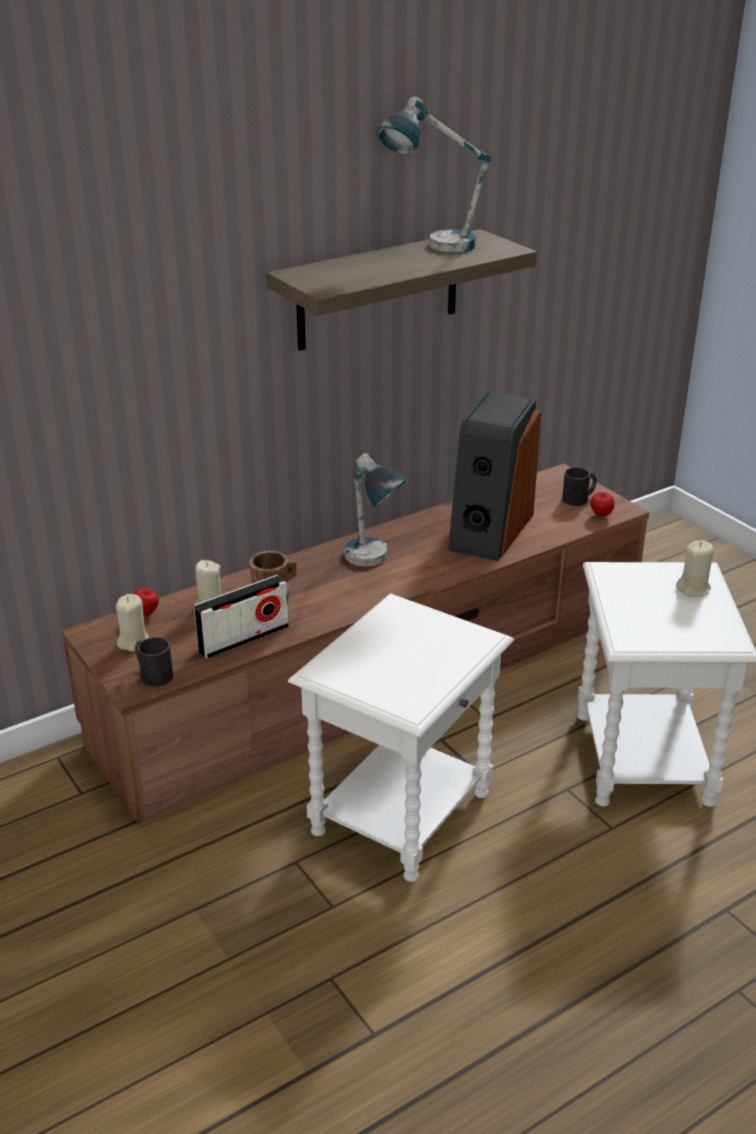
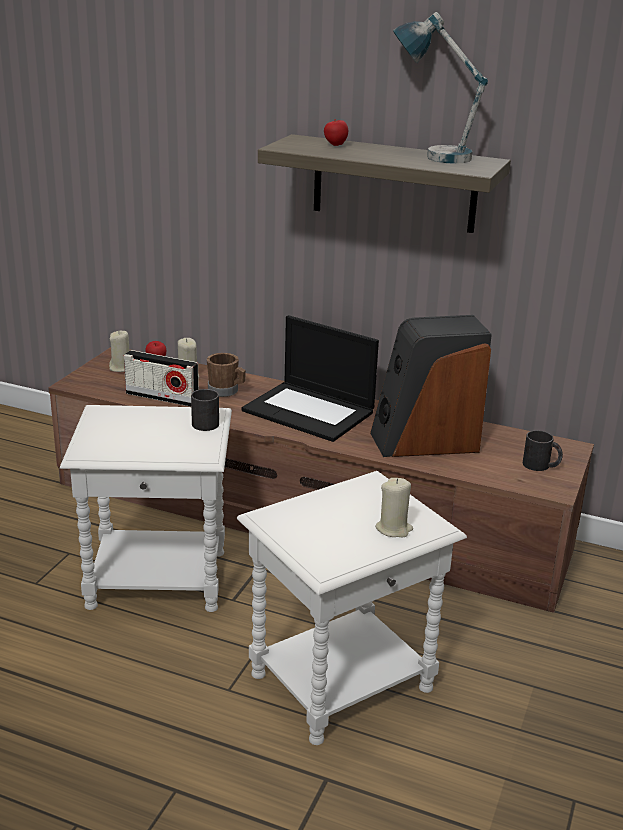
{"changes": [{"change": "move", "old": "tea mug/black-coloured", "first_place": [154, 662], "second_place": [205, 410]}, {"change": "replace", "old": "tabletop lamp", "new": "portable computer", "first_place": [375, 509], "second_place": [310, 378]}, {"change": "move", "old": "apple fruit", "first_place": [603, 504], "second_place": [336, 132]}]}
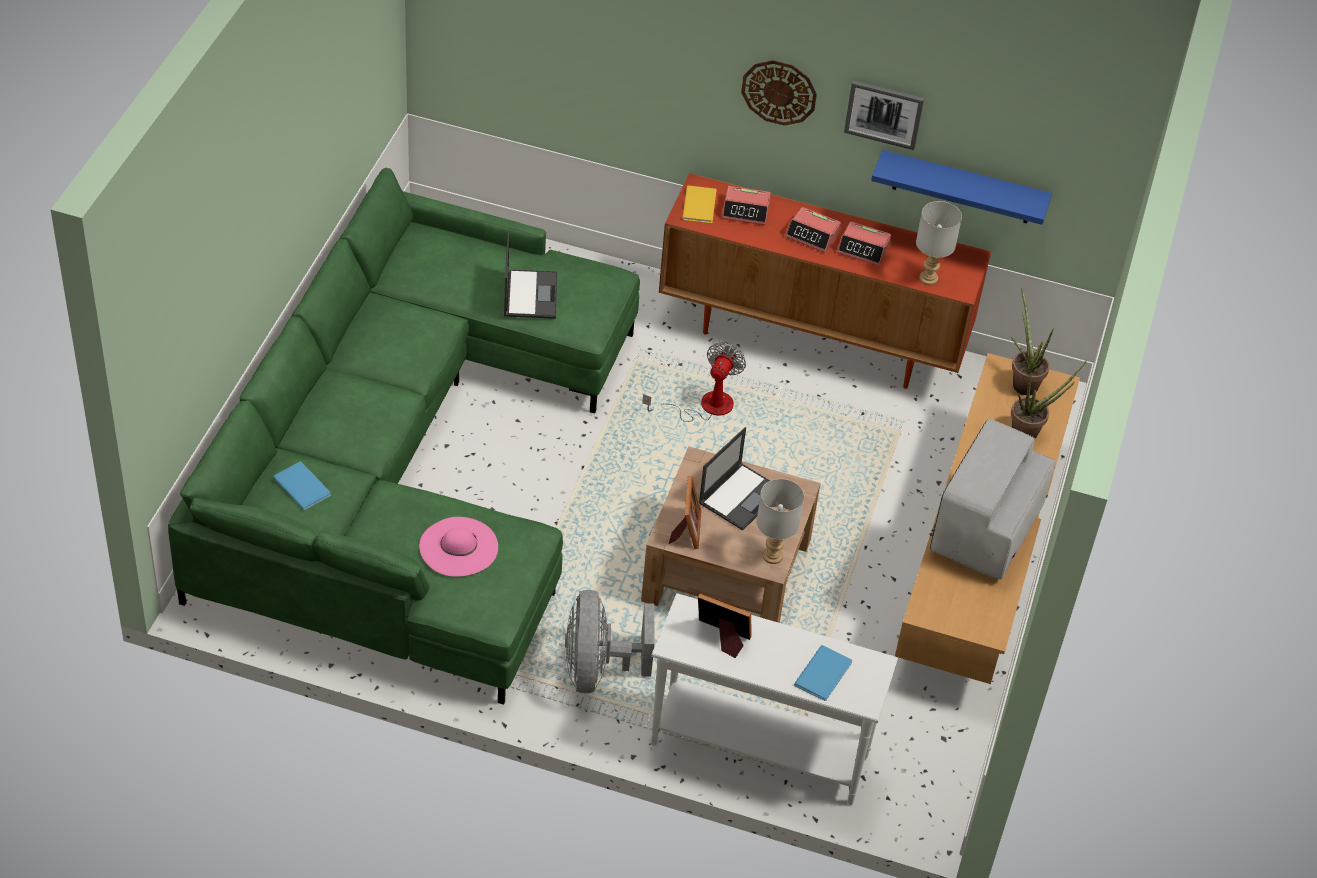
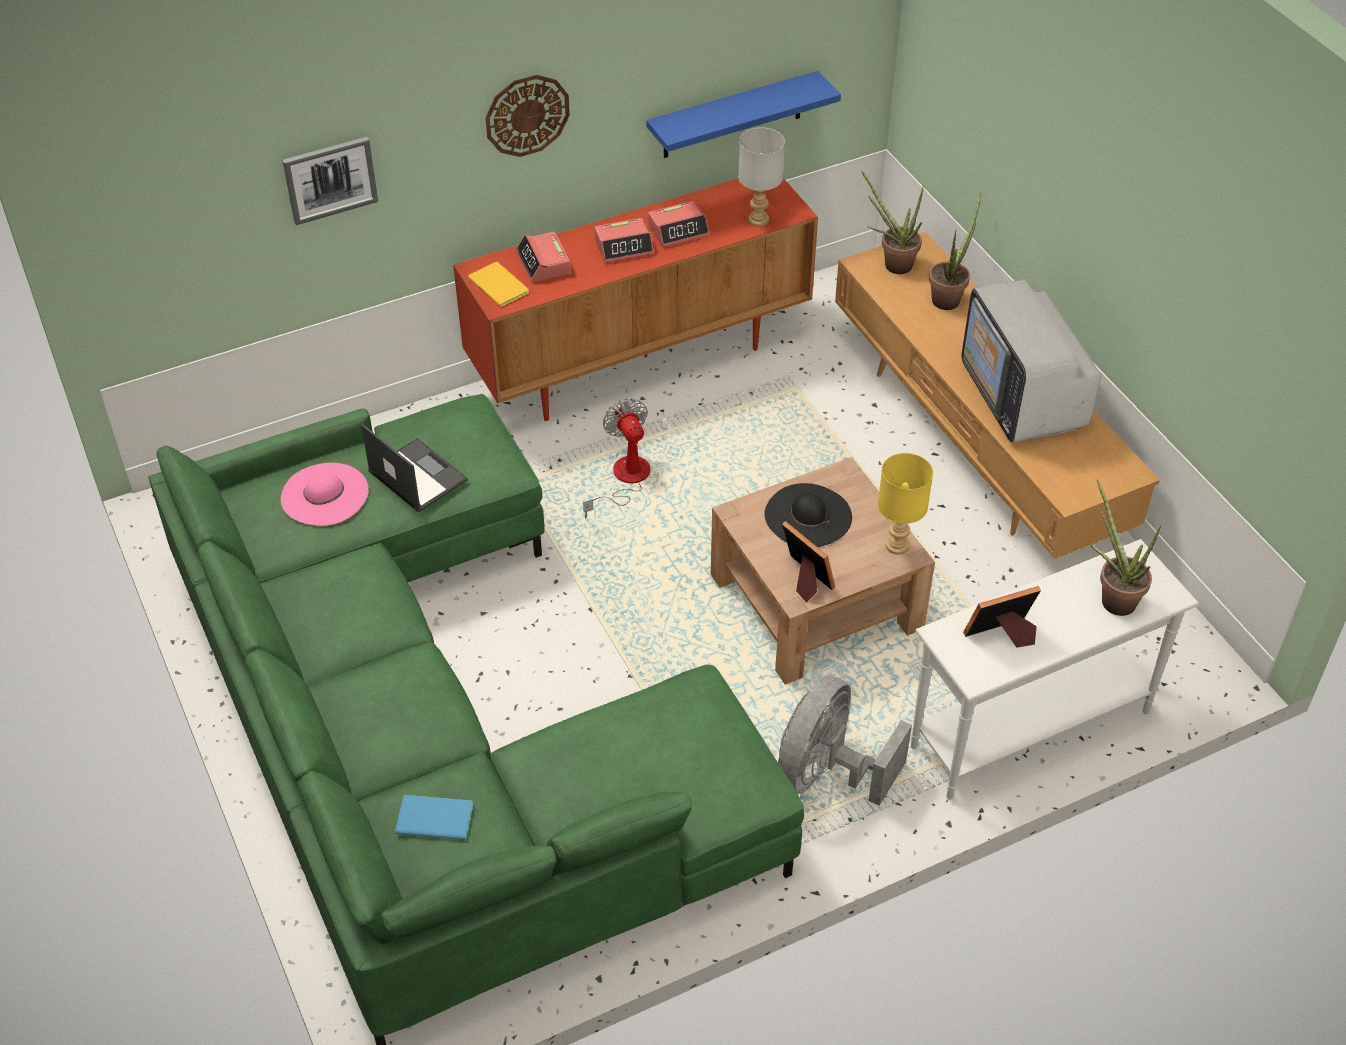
{"changes": [{"change": "move", "old": "wearable hat/pink", "first_place": [458, 547], "second_place": [325, 494]}, {"change": "rotate", "old": "electric fan/gray", "first_place": [609, 642], "second_place": [845, 741], "degrees": 75}, {"change": "replace", "old": "portable computer", "new": "wearable hat/black-coloured", "first_place": [734, 478], "second_place": [808, 515]}, {"change": "rotate", "old": "alarm clock", "first_place": [746, 205], "second_place": [543, 257], "degrees": 105}, {"change": "recolor", "old": "tabletop lamp/gray", "new": "tabletop lamp/yellow-coloured", "first_place": [780, 521], "second_place": [905, 503]}, {"change": "replace", "old": "bound book/bluish", "new": "plant in a pot", "first_place": [823, 673], "second_place": [1125, 548]}, {"change": "move", "old": "picture", "first_place": [884, 115], "second_place": [330, 181]}]}
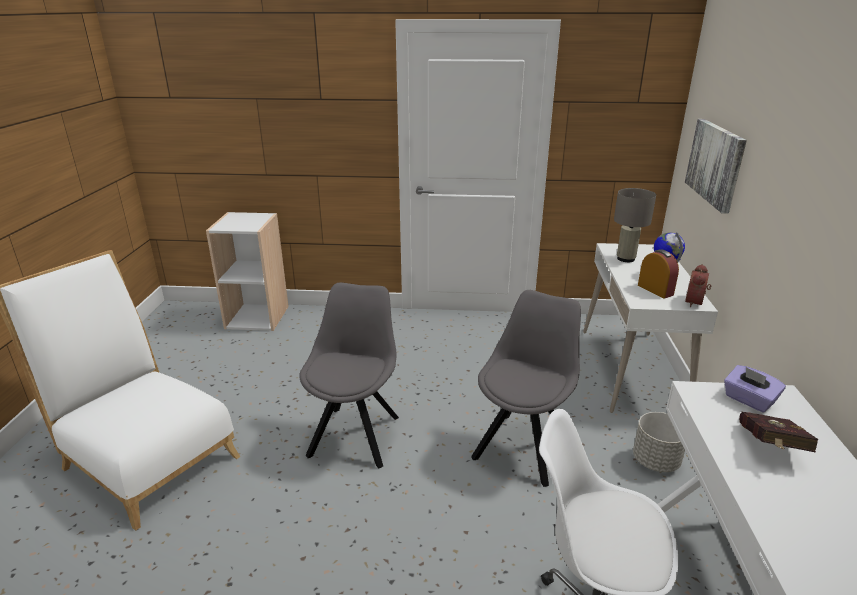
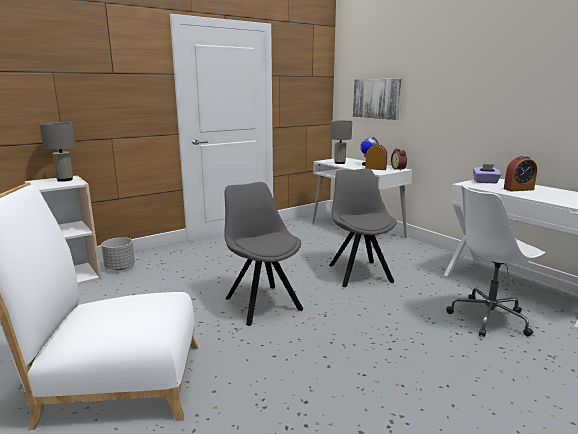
{"changes": [{"change": "move", "old": "flower pot/gray", "first_place": [659, 442], "second_place": [118, 253]}, {"change": "replace", "old": "bound book/reddish", "new": "alarm clock", "first_place": [778, 432], "second_place": [520, 174]}, {"change": "insert", "new": "tabletop lamp/gray", "second_place": [58, 152]}]}
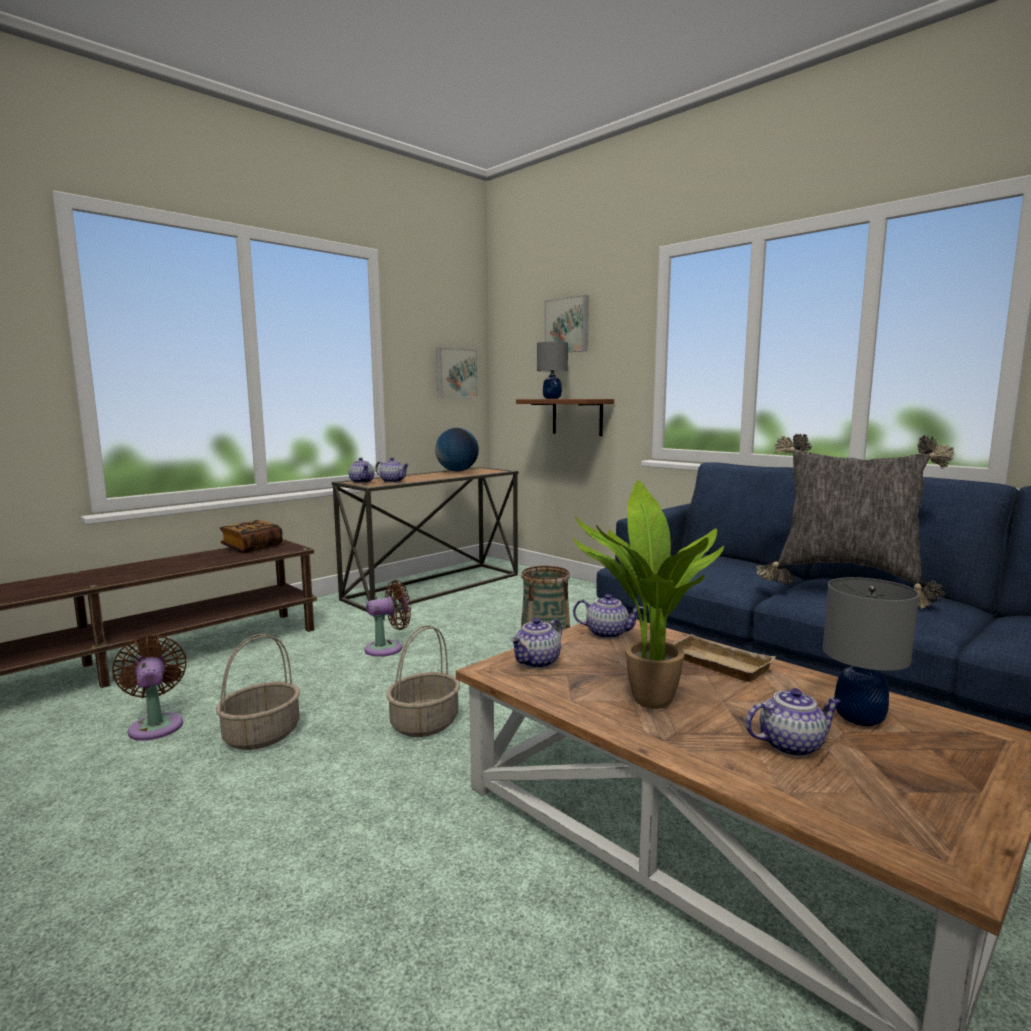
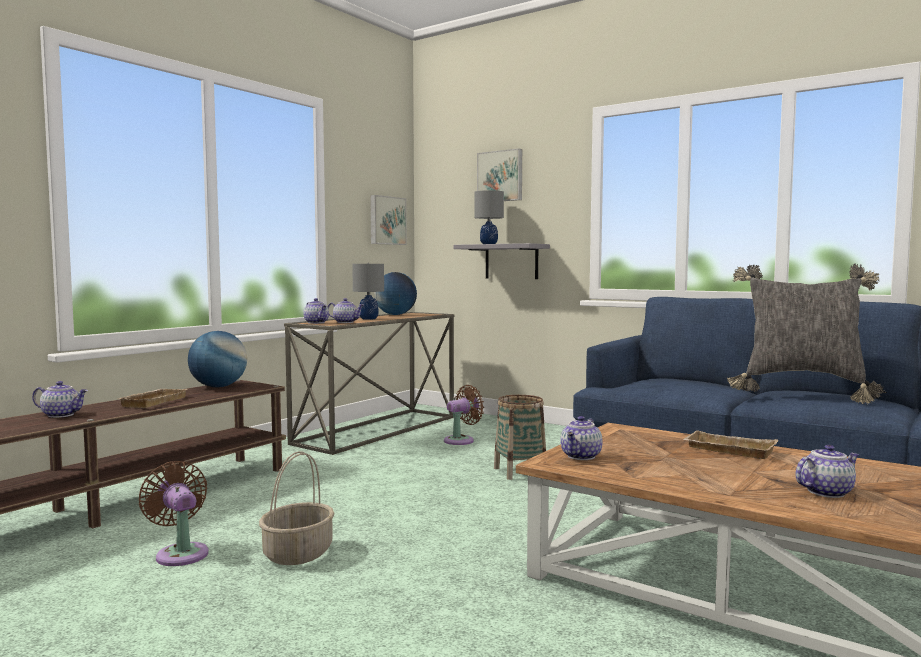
{"changes": [{"change": "replace", "old": "bound book", "new": "globe", "first_place": [251, 536], "second_place": [217, 359]}, {"change": "move", "old": "electric fan/brown-coloured", "first_place": [387, 618], "second_place": [464, 415]}, {"change": "delete", "old": "storage basket", "first_place": [423, 681]}, {"change": "recolor", "old": "wall shelf/brown-coloured", "new": "wall shelf/gray", "first_place": [565, 417], "second_place": [502, 261]}, {"change": "delete", "old": "plant in a pot", "first_place": [648, 594]}, {"change": "move", "old": "pot for tea", "first_place": [608, 616], "second_place": [60, 399]}, {"change": "move", "old": "tabletop lamp/gray", "first_place": [871, 651], "second_place": [368, 291]}, {"change": "insert", "new": "serving tray/beige-coloured", "second_place": [151, 398]}]}
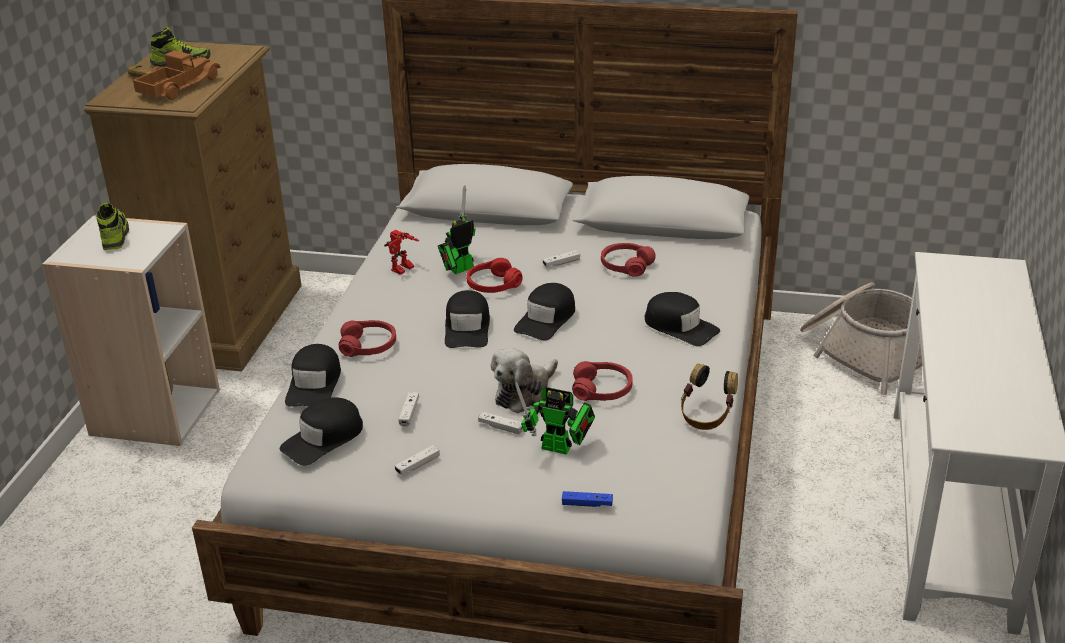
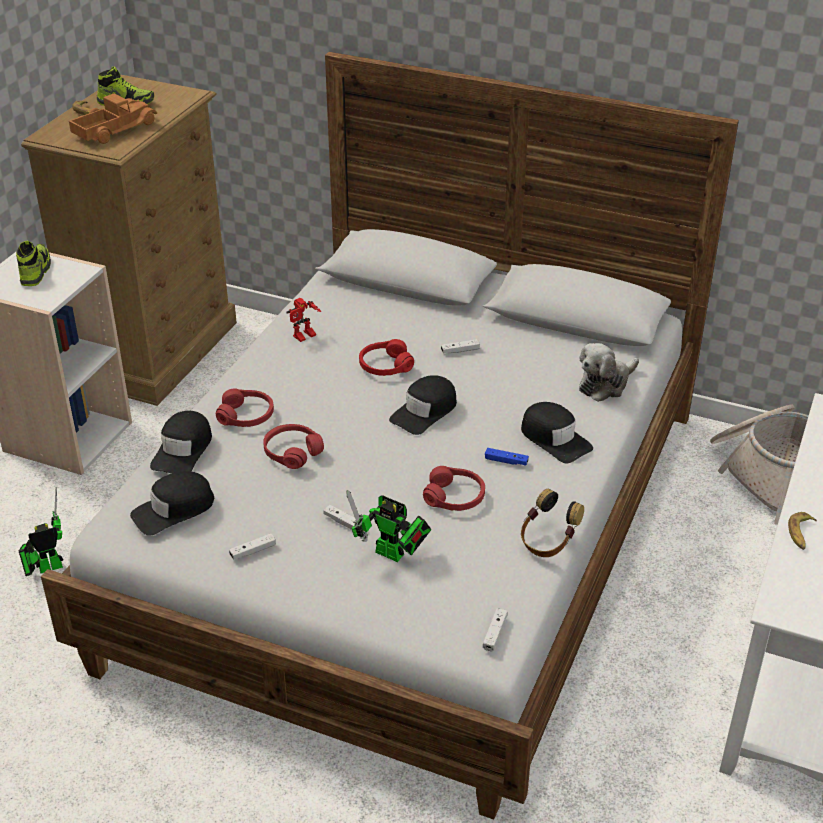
{"changes": [{"change": "move", "old": "gamepad/white", "first_place": [409, 409], "second_place": [495, 629]}, {"change": "move", "old": "robot figure", "first_place": [456, 229], "second_place": [41, 531]}, {"change": "delete", "old": "peaked cap/black-coloured", "first_place": [467, 319]}, {"change": "move", "old": "soft toy", "first_place": [524, 380], "second_place": [609, 372]}, {"change": "move", "old": "gamepad/bluish", "first_place": [587, 499], "second_place": [507, 457]}, {"change": "move", "old": "headset/reddish", "first_place": [628, 260], "second_place": [293, 446]}, {"change": "insert", "new": "banana", "second_place": [802, 531]}]}
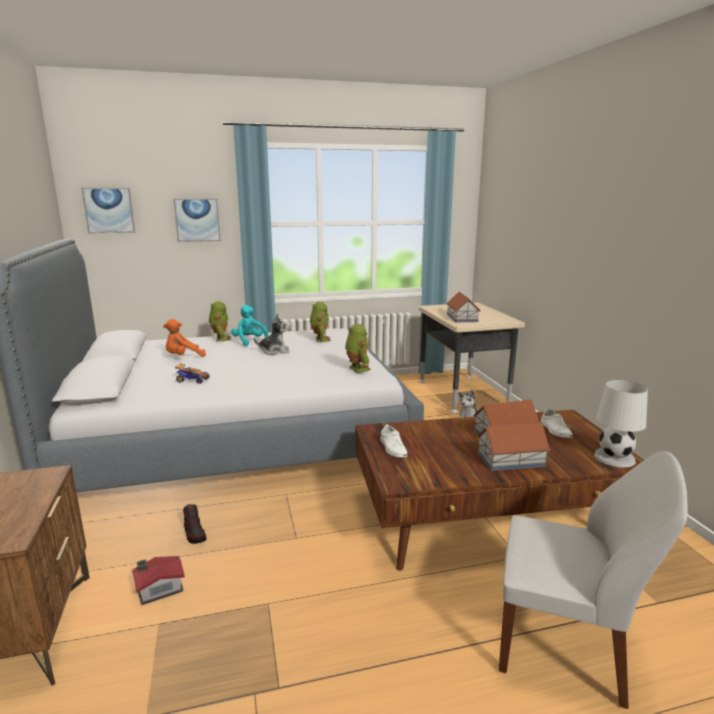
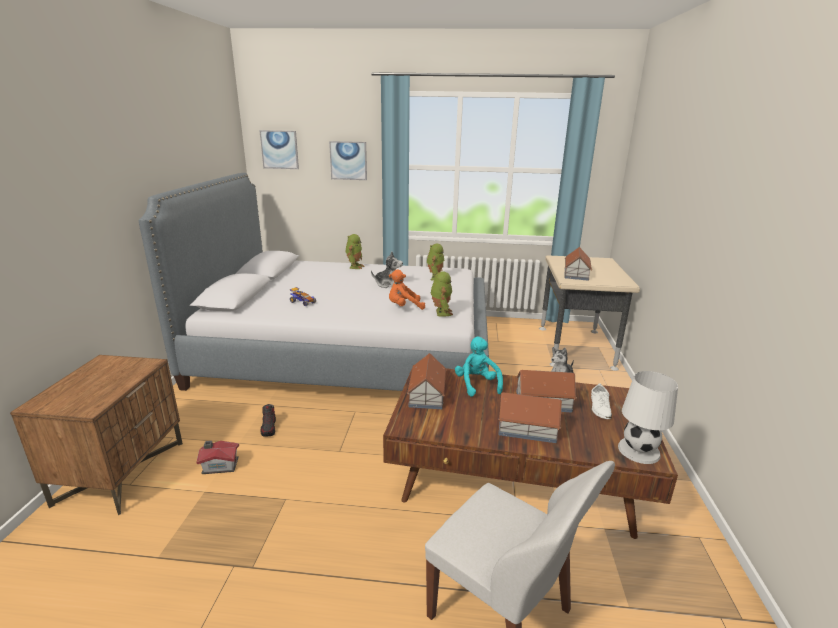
{"changes": [{"change": "move", "old": "soft toy/orange", "first_place": [184, 338], "second_place": [407, 290]}, {"change": "move", "old": "soft toy/turquoise", "first_place": [249, 325], "second_place": [479, 367]}, {"change": "replace", "old": "low shoe/white", "new": "toy house", "first_place": [394, 440], "second_place": [427, 381]}]}
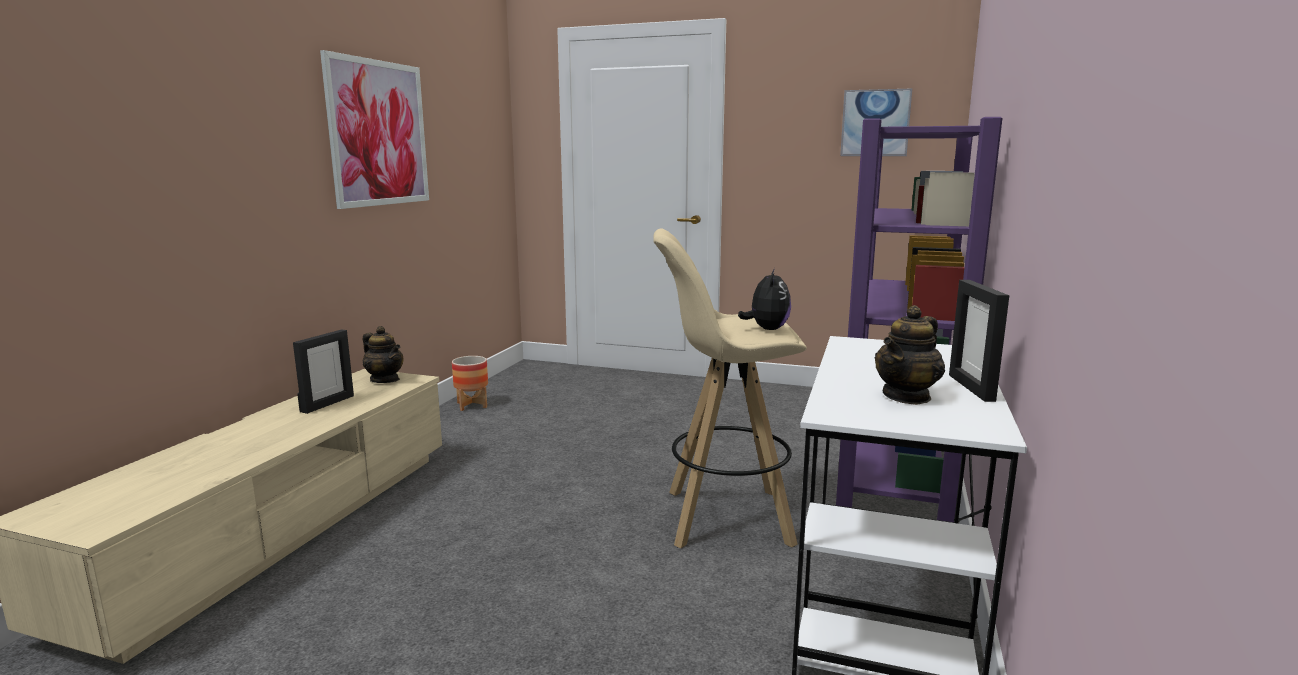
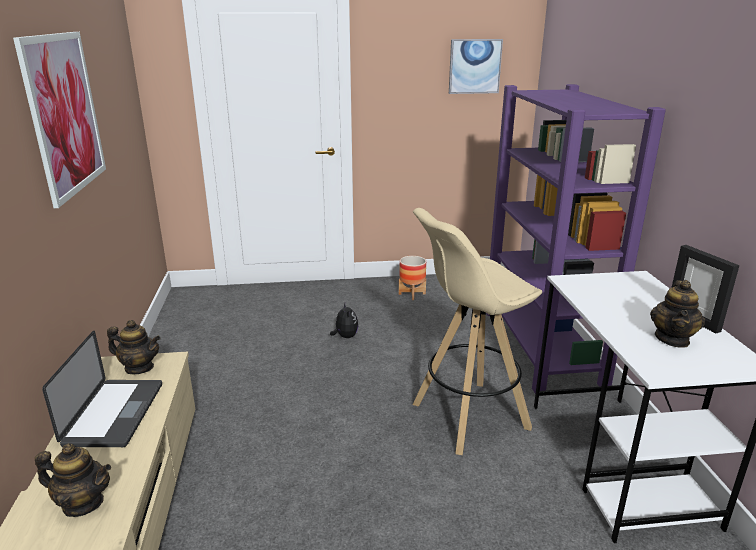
{"changes": [{"change": "replace", "old": "photo frame", "new": "portable computer", "first_place": [323, 371], "second_place": [102, 389]}, {"change": "move", "old": "flower pot", "first_place": [470, 383], "second_place": [412, 278]}, {"change": "move", "old": "soft toy", "first_place": [764, 299], "second_place": [344, 321]}, {"change": "insert", "new": "pot for tea", "second_place": [73, 480]}]}
